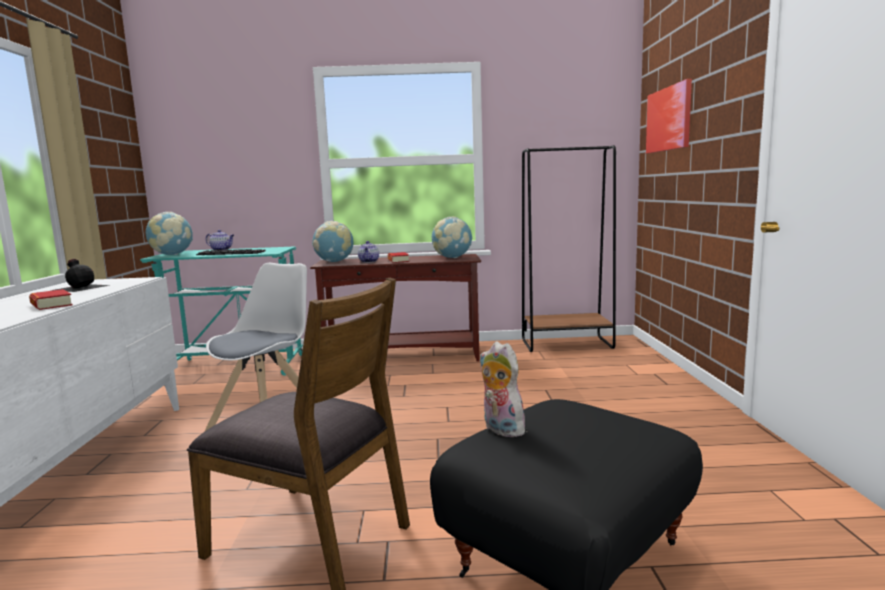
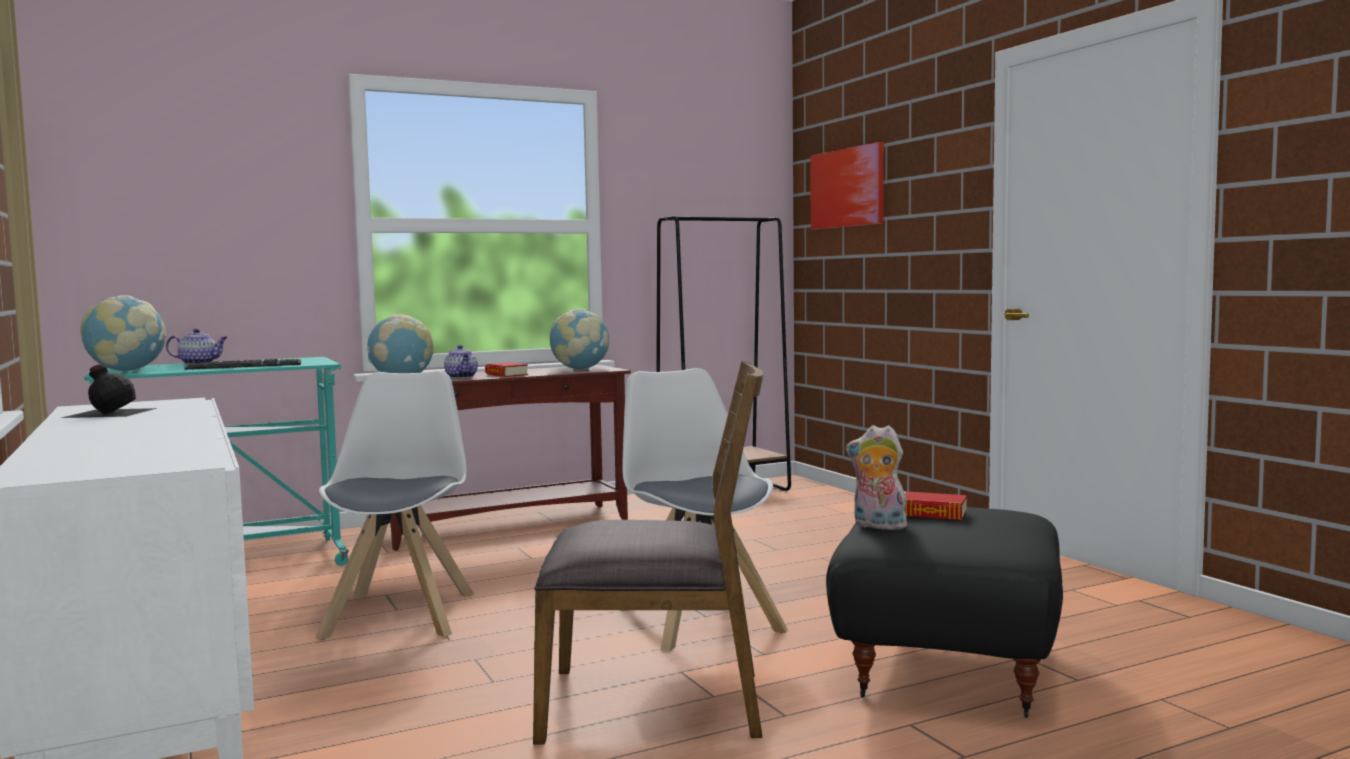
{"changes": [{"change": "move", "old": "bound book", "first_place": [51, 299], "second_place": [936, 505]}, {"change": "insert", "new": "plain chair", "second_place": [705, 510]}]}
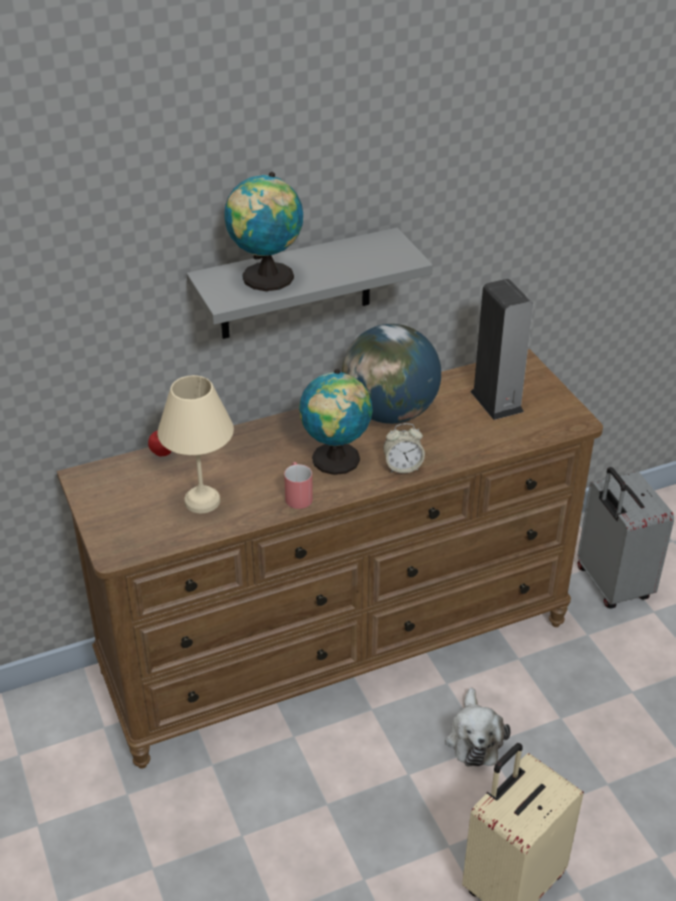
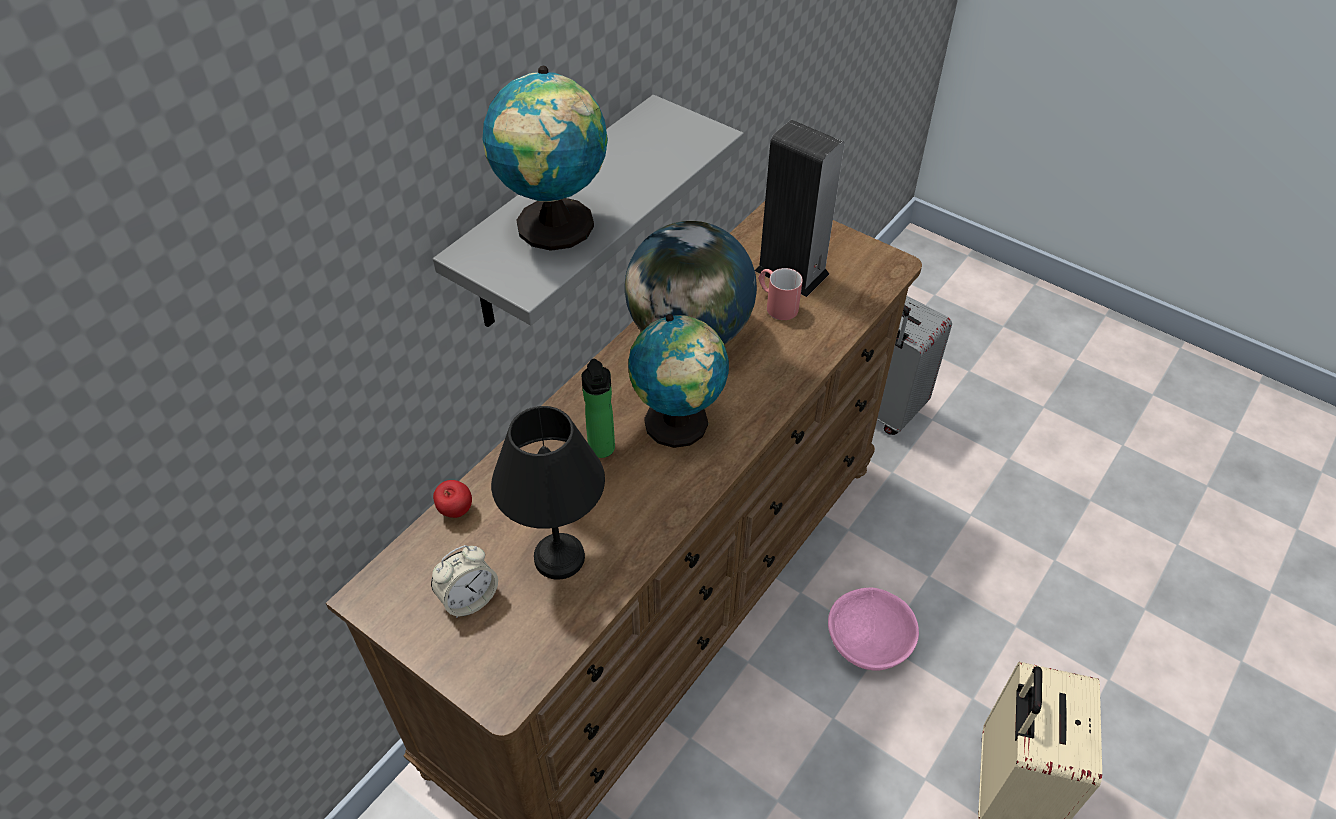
{"changes": [{"change": "recolor", "old": "tabletop lamp/beige-coloured", "new": "tabletop lamp/black-coloured", "first_place": [195, 444], "second_place": [548, 493]}, {"change": "move", "old": "tea mug/reddish", "first_place": [298, 485], "second_place": [780, 294]}, {"change": "move", "old": "alarm clock", "first_place": [404, 448], "second_place": [464, 581]}, {"change": "replace", "old": "soft toy", "new": "bowl/pink", "first_place": [478, 727], "second_place": [873, 629]}, {"change": "insert", "new": "drink bottle", "second_place": [598, 408]}]}
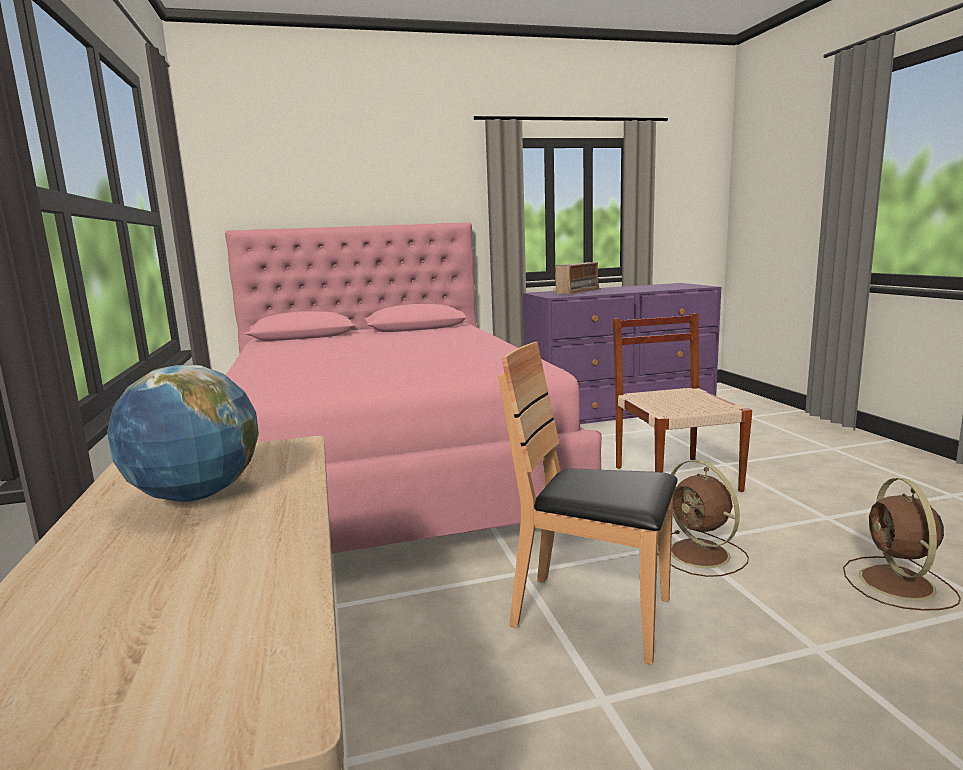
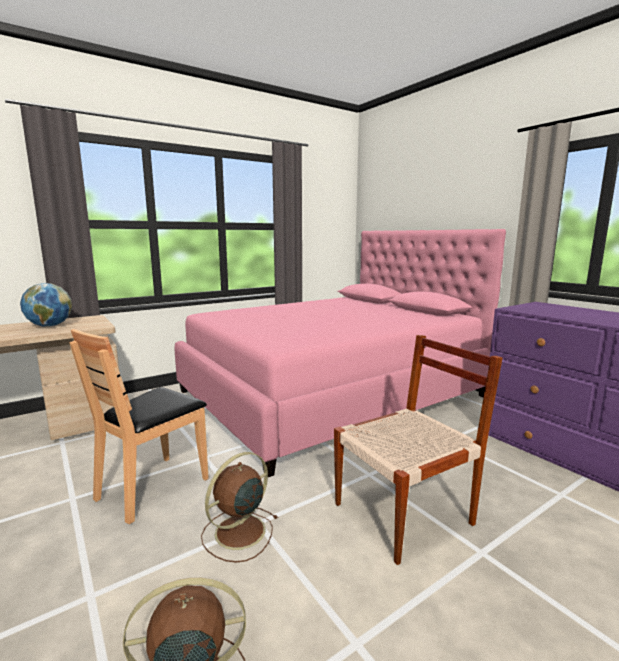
{"changes": [{"change": "rotate", "old": "plain chair/brown-coloured", "first_place": [588, 503], "second_place": [139, 426], "degrees": -150}, {"change": "delete", "old": "radio", "first_place": [576, 278]}]}
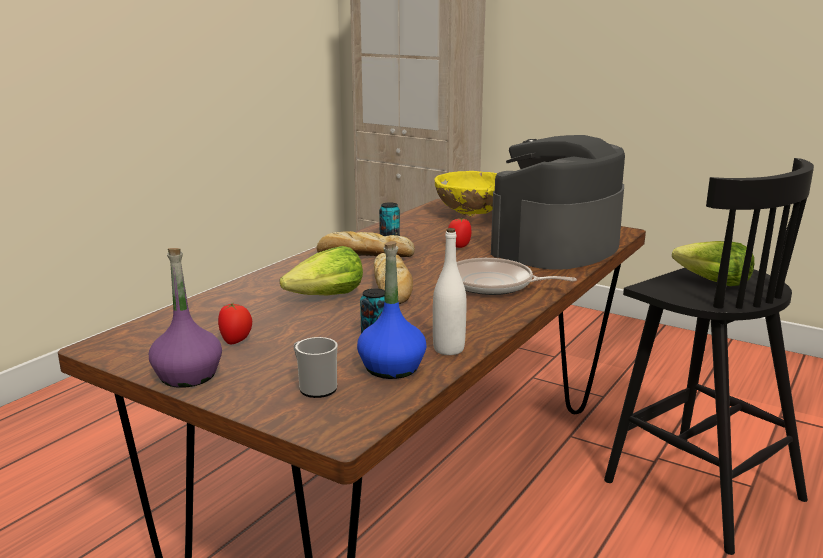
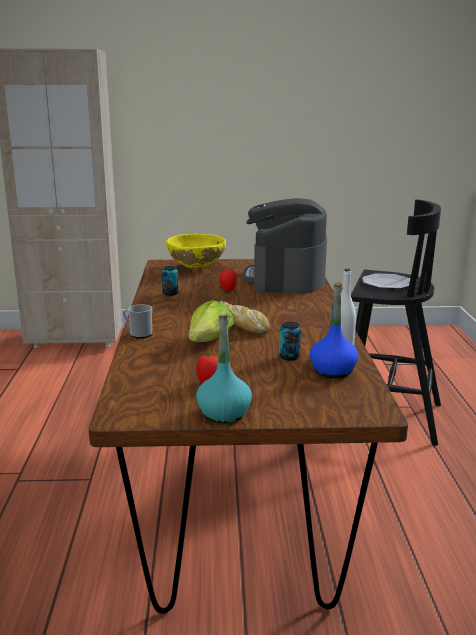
{"changes": [{"change": "recolor", "old": "drink bottle/purplish", "new": "drink bottle/turquoise", "first_place": [185, 318], "second_place": [224, 369]}, {"change": "move", "old": "tea mug", "first_place": [316, 367], "second_place": [137, 321]}, {"change": "delete", "old": "bread", "first_place": [365, 244]}, {"change": "delete", "old": "skillet", "first_place": [517, 276]}, {"change": "replace", "old": "head of lettuce", "new": "dinner plate", "first_place": [713, 263], "second_place": [386, 281]}]}
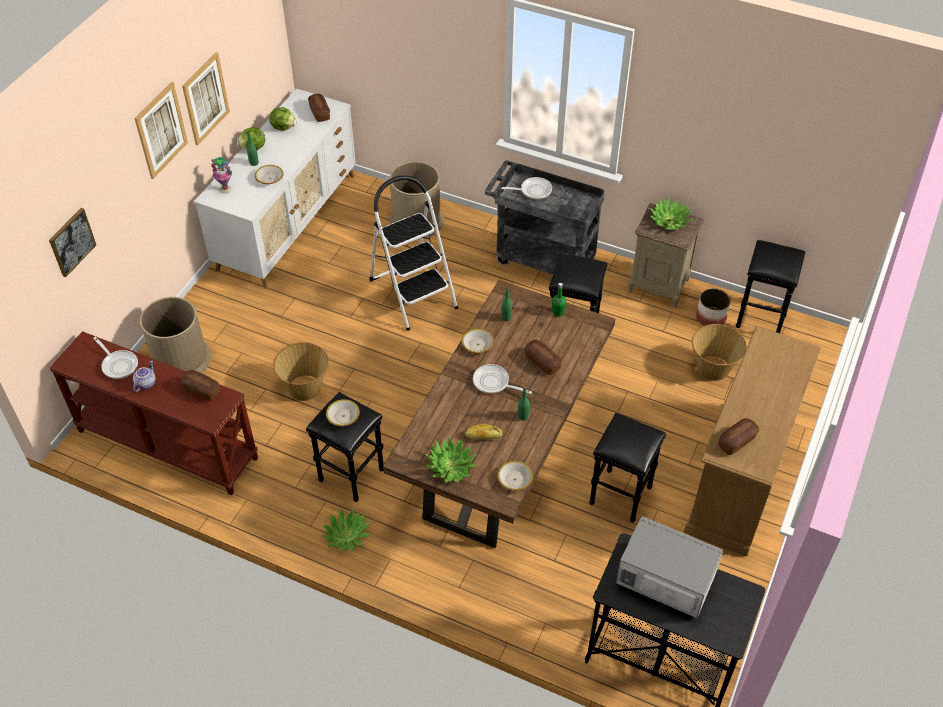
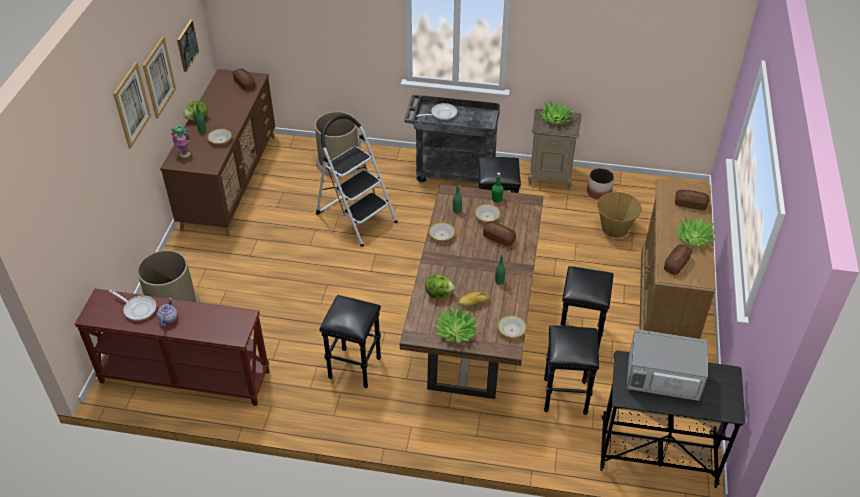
{"changes": [{"change": "move", "old": "picture", "first_place": [72, 242], "second_place": [188, 46]}, {"change": "move", "old": "bread", "first_place": [200, 385], "second_place": [692, 200]}, {"change": "recolor", "old": "dresser/white", "new": "dresser/brown-coloured", "first_place": [275, 188], "second_place": [217, 153]}, {"change": "move", "old": "head of lettuce", "first_place": [282, 119], "second_place": [440, 286]}, {"change": "delete", "old": "storage basket", "first_place": [301, 371]}, {"change": "move", "old": "plant in a pot", "first_place": [346, 530], "second_place": [696, 231]}, {"change": "move", "old": "bowl", "first_place": [343, 413], "second_place": [487, 213]}, {"change": "delete", "old": "skillet", "first_place": [502, 379]}, {"change": "move", "old": "stool/black-coloured", "first_place": [770, 286], "second_place": [571, 370]}]}
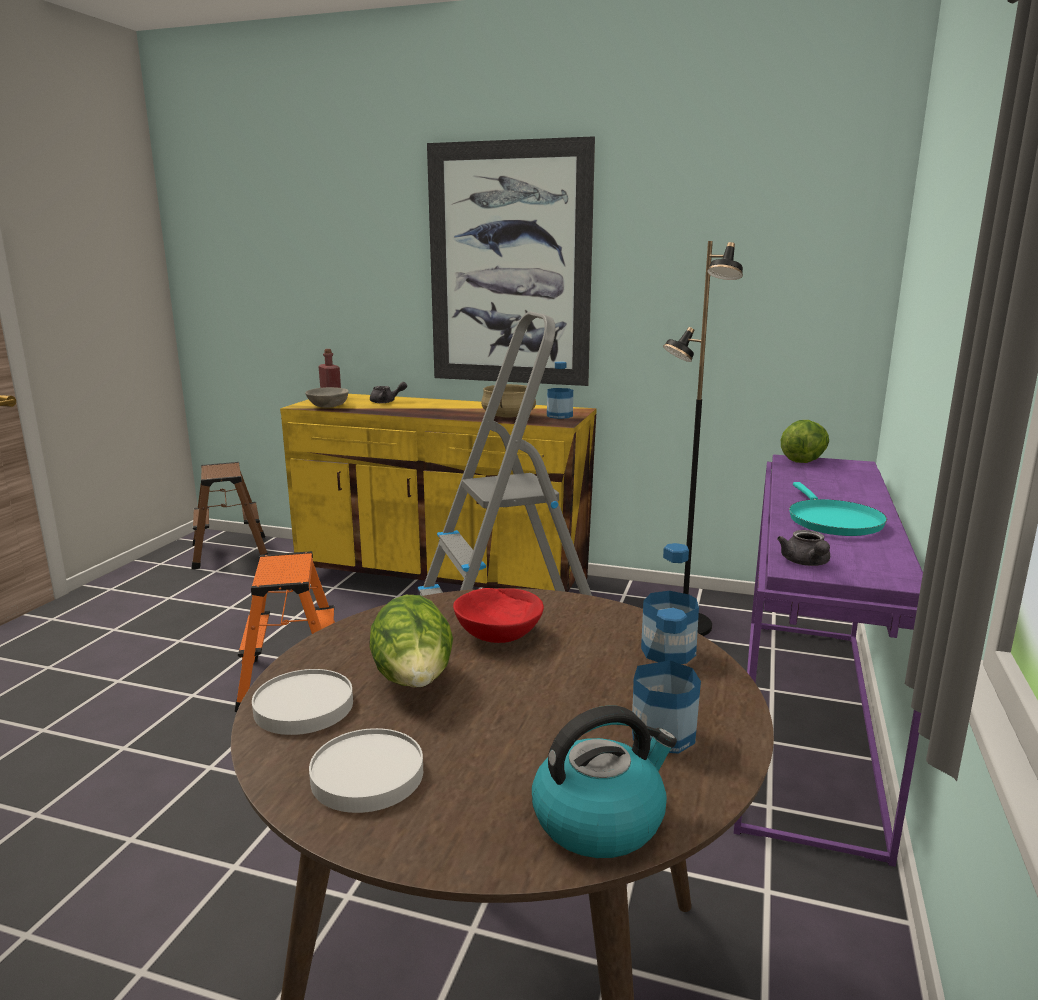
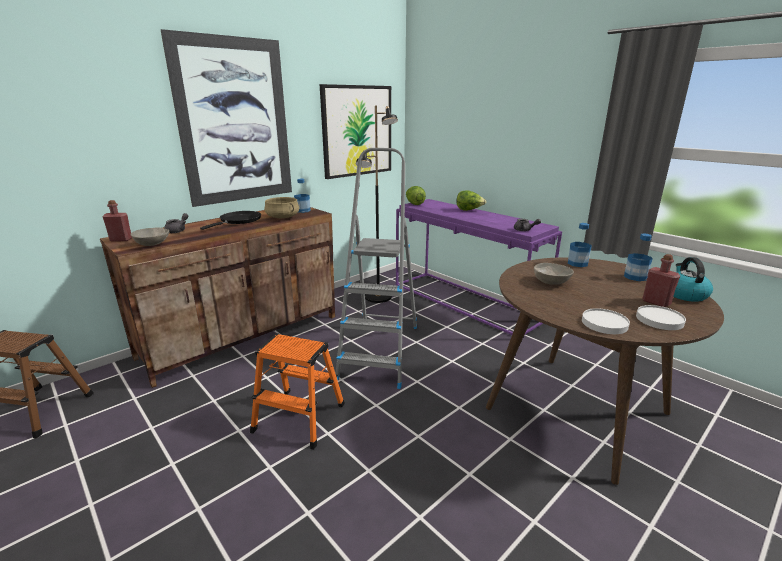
{"changes": [{"change": "recolor", "old": "cupboard/yellow-coloured", "new": "cupboard/brown-coloured", "first_place": [438, 493], "second_place": [217, 297]}, {"change": "move", "old": "head of lettuce", "first_place": [411, 641], "second_place": [471, 201]}, {"change": "recolor", "old": "bowl/reddish", "new": "bowl/gray", "first_place": [498, 615], "second_place": [554, 274]}, {"change": "delete", "old": "skillet/turquoise", "first_place": [838, 509]}, {"change": "insert", "new": "skillet/black-coloured", "second_place": [230, 220]}, {"change": "insert", "new": "picture", "second_place": [355, 131]}, {"change": "insert", "new": "drink bottle/reddish", "second_place": [661, 280]}]}
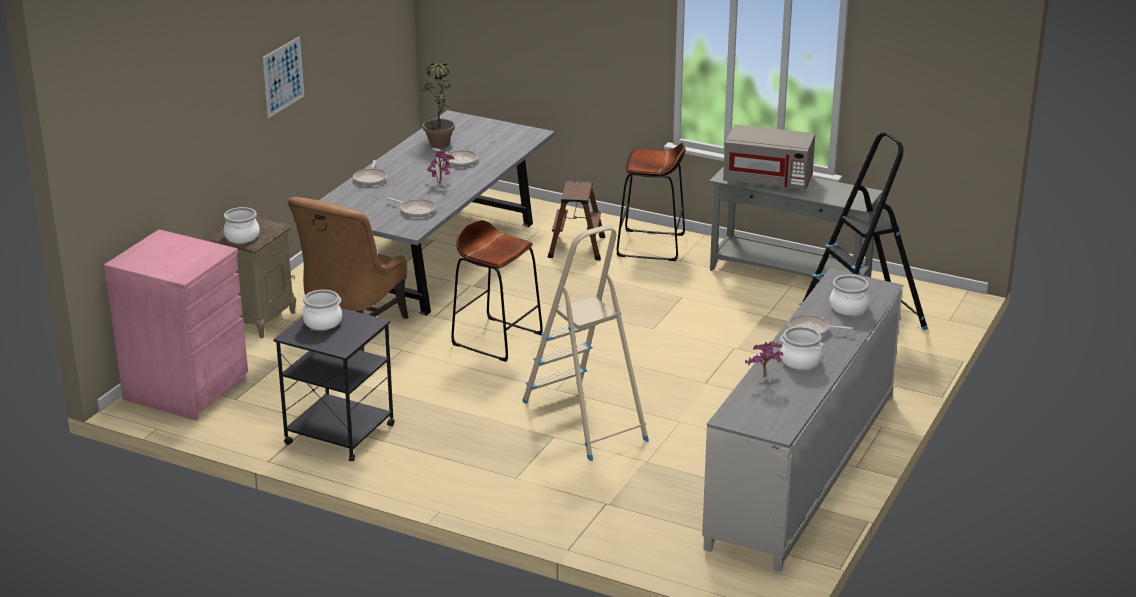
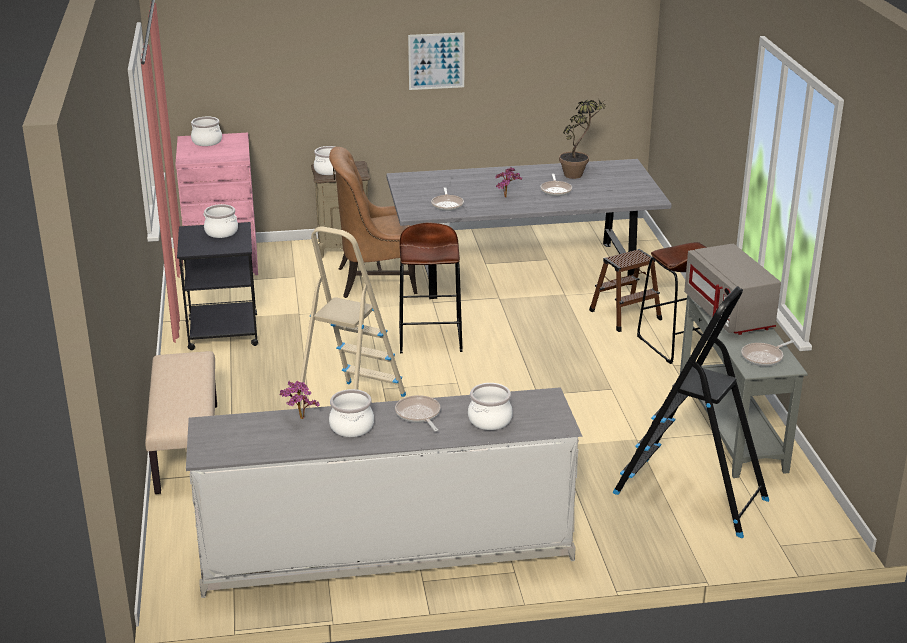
{"changes": [{"change": "move", "old": "skillet", "first_place": [370, 173], "second_place": [767, 353]}, {"change": "insert", "new": "bench/beige-coloured", "second_place": [181, 422]}, {"change": "insert", "new": "cooking pot", "second_place": [206, 131]}]}
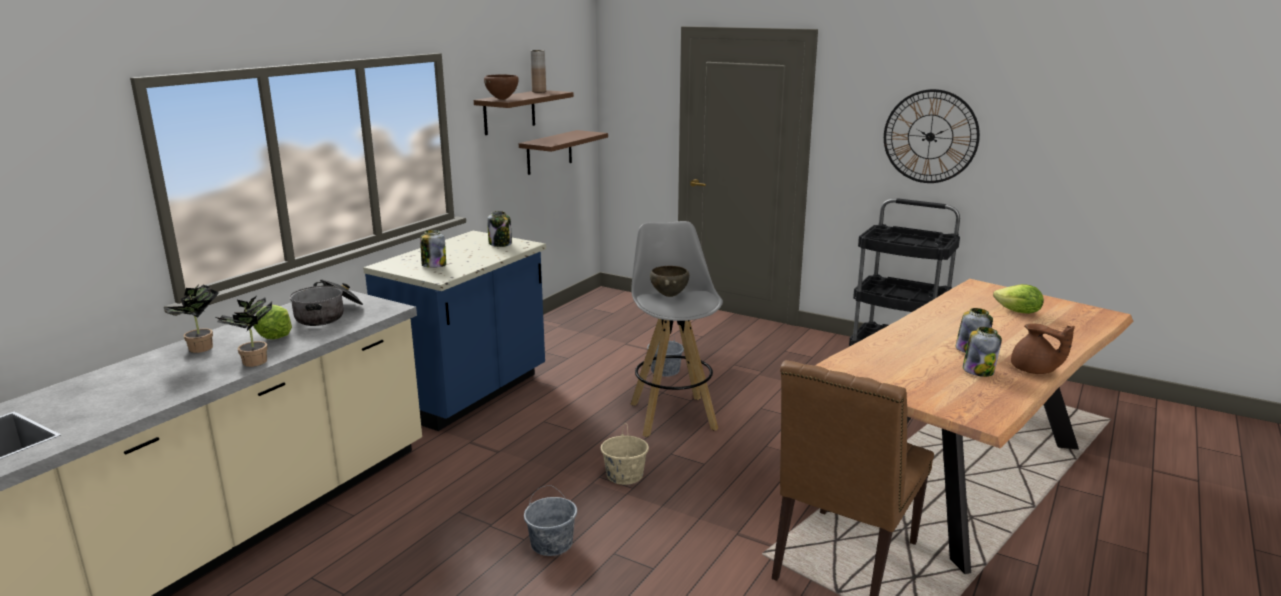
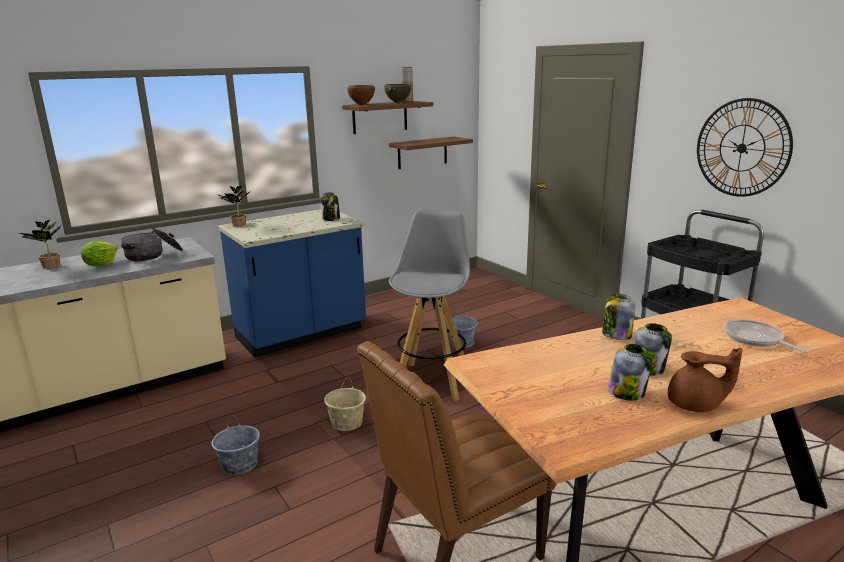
{"changes": [{"change": "move", "old": "plant in a pot", "first_place": [244, 331], "second_place": [233, 206]}, {"change": "move", "old": "preserve jar", "first_place": [433, 249], "second_place": [618, 317]}, {"change": "move", "old": "bowl/brown-coloured", "first_place": [669, 281], "second_place": [397, 93]}, {"change": "replace", "old": "head of lettuce", "new": "skillet", "first_place": [1018, 299], "second_place": [766, 336]}, {"change": "rotate", "old": "pot for tea/brown-coloured", "first_place": [1043, 349], "second_place": [705, 380], "degrees": -60}]}
